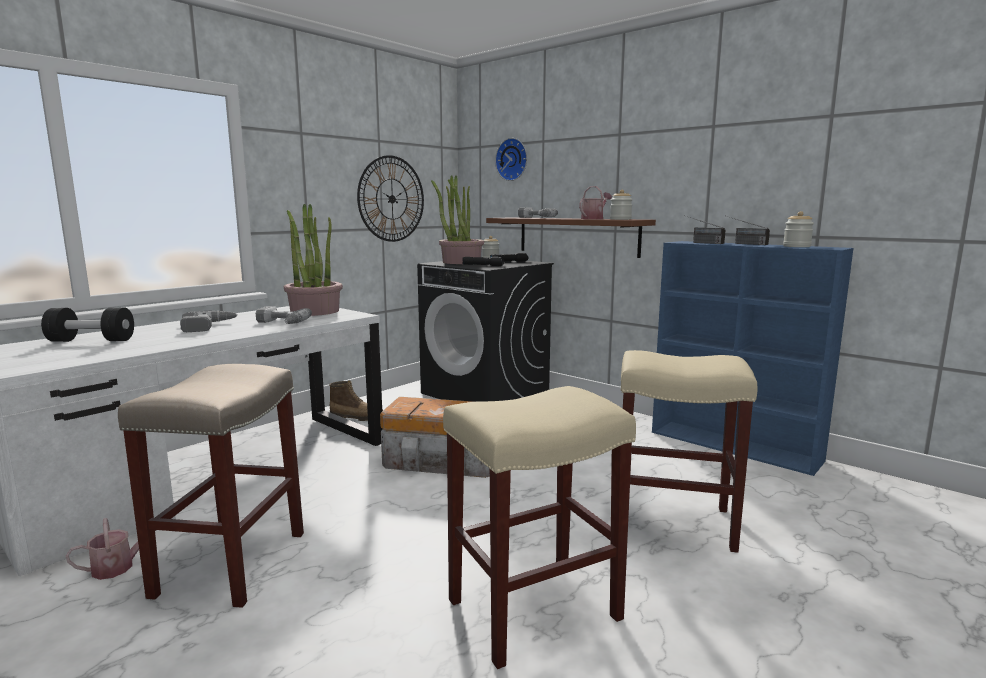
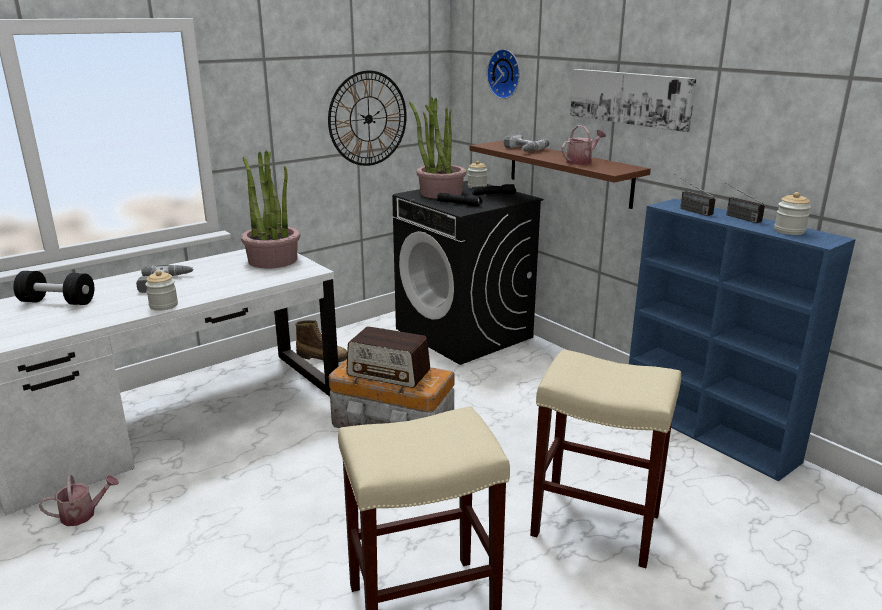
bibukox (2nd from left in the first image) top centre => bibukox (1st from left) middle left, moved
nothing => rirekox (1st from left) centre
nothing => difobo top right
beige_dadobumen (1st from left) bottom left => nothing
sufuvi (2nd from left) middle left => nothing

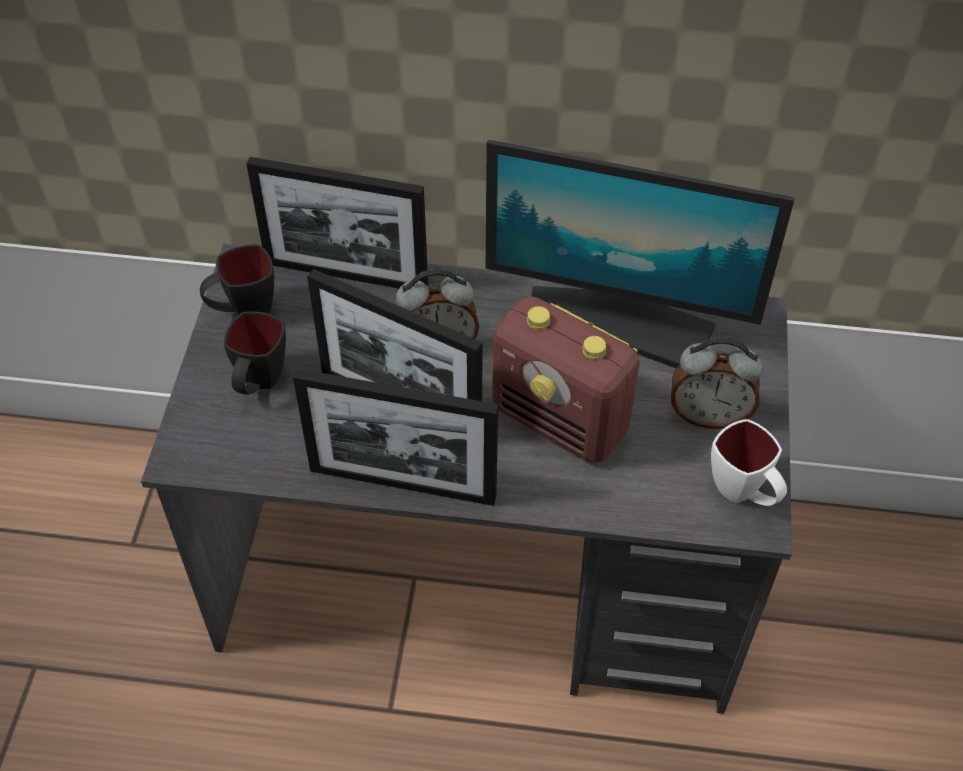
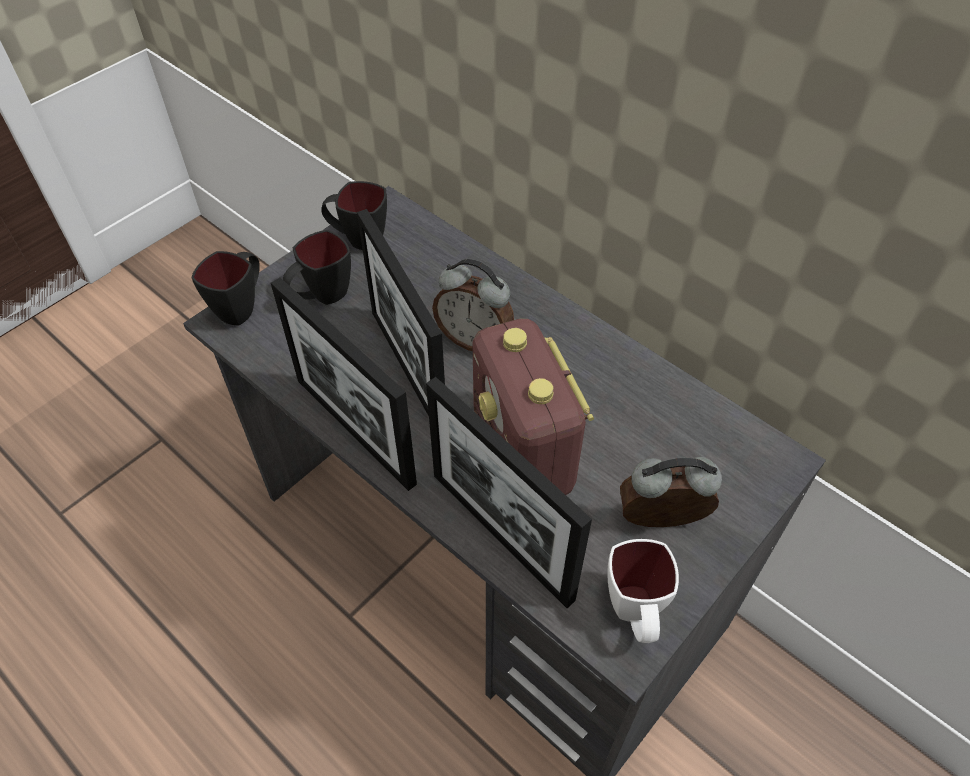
nothing => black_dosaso (1st from left) middle left
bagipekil (1st from left in the first image) top centre => bagipekil (3rd from left) centre, moved
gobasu (2nd from left) middle right, 135 degrees clockwise
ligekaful top centre => nothing

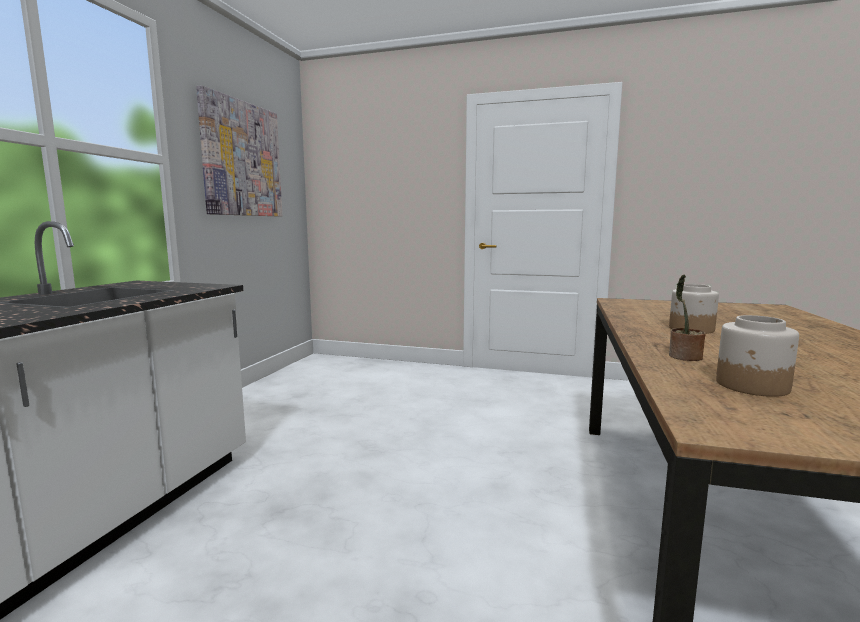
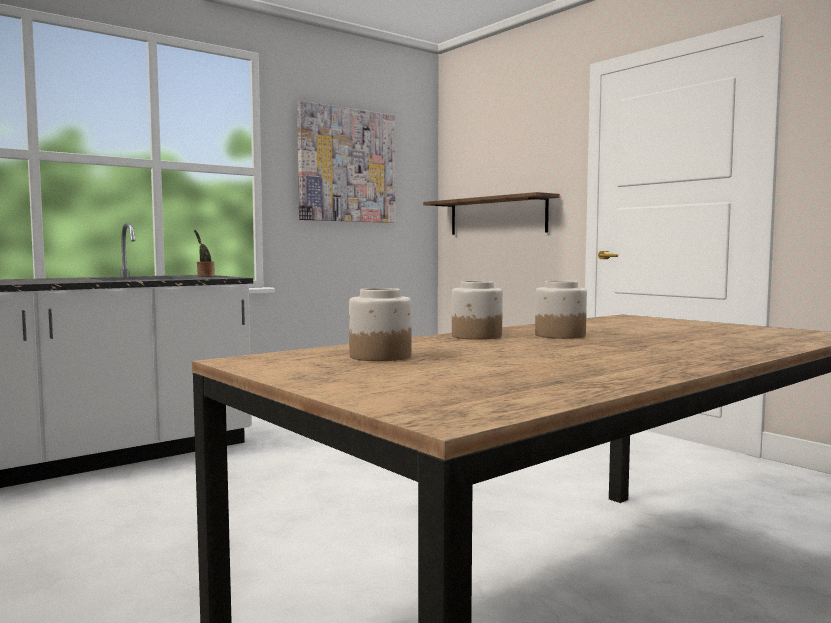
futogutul middle right => futogutul middle left, moved
nothing => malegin centre
nothing => bibukox (2nd from left) centre

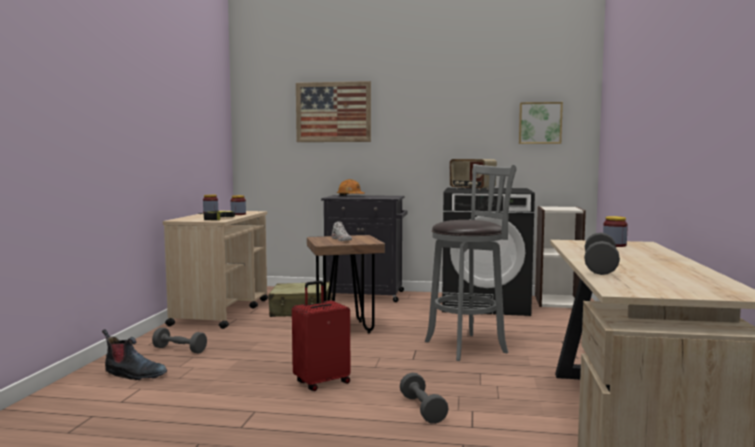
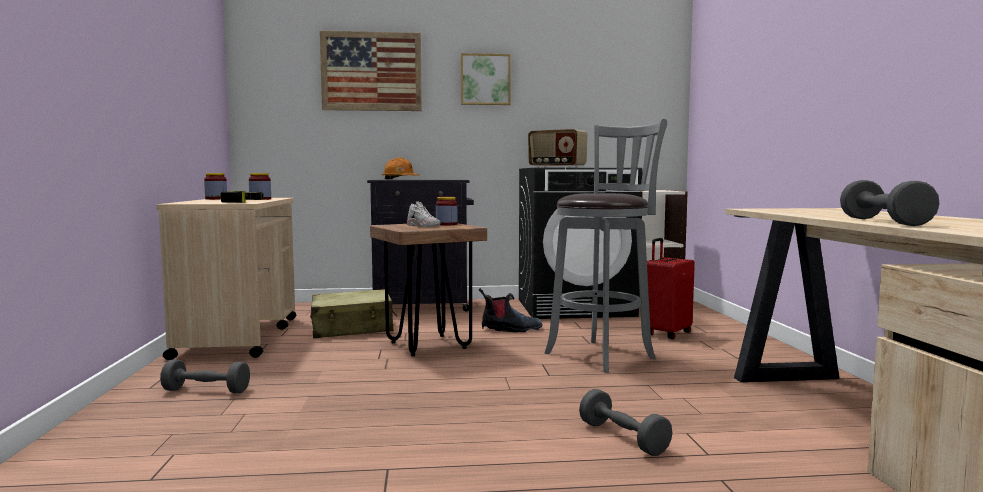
bibukox (3rd from left) middle right => bibukox (3rd from left) centre, moved
difobo (2nd from left) top right => difobo (2nd from left) top centre, moved
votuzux bottom left => votuzux centre, moved
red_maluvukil bottom centre => red_maluvukil middle right, moved

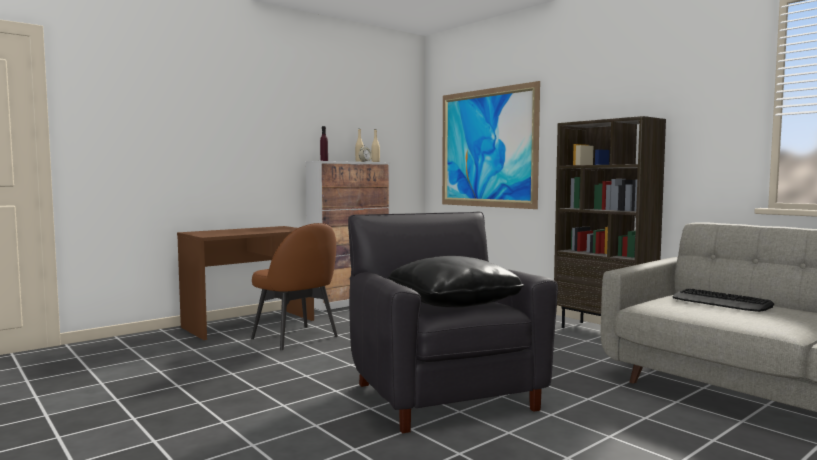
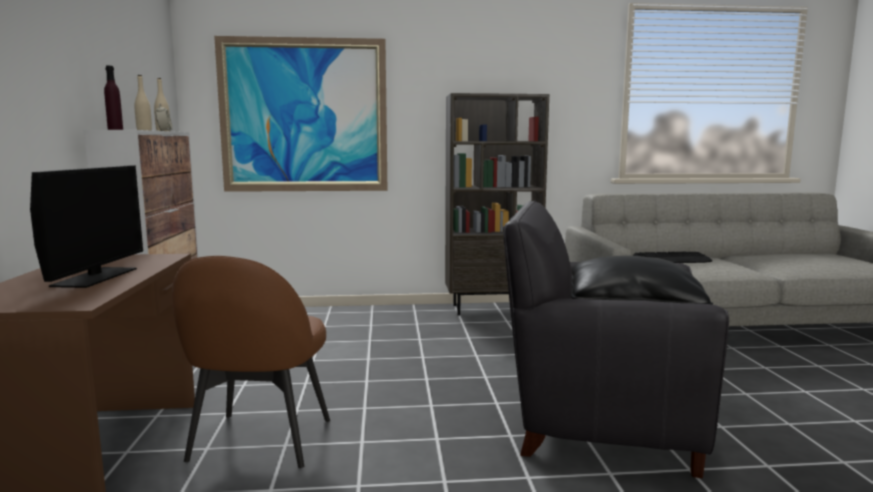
nothing => ligekaful middle left
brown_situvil centre => brown_situvil bottom left, 105 degrees clockwise

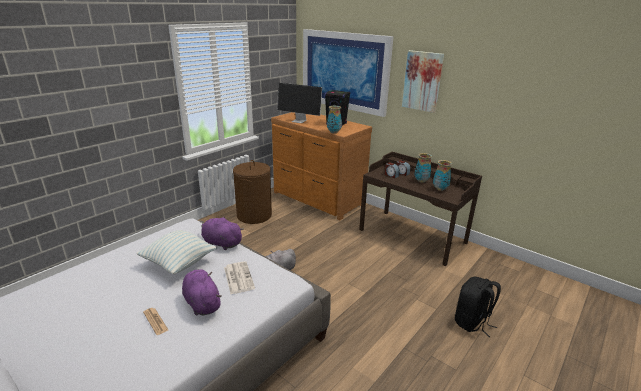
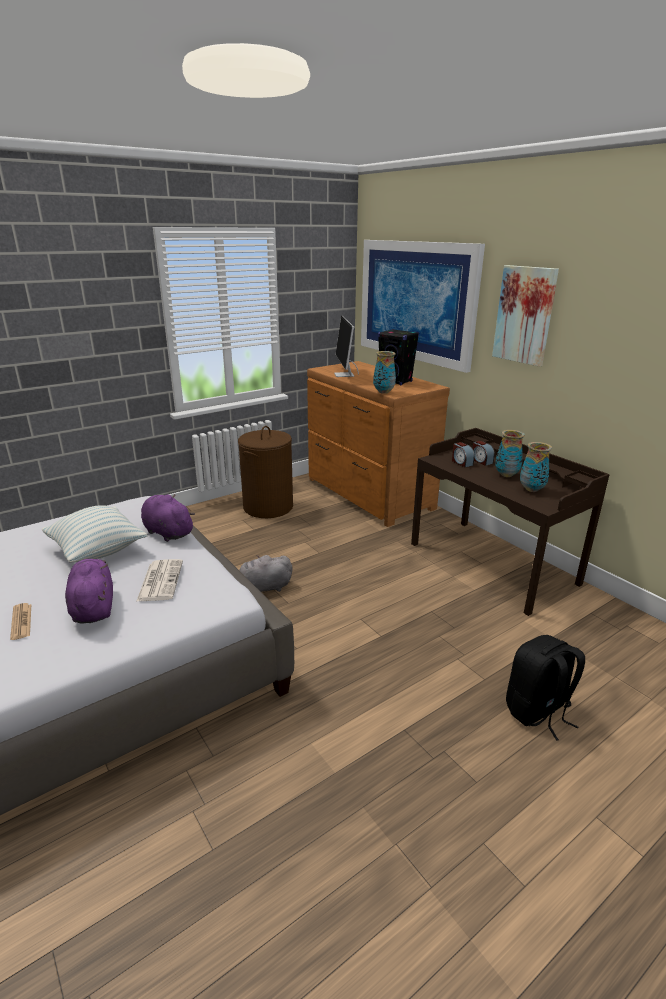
ligekaful top centre => ligekaful centre, 45 degrees clockwise

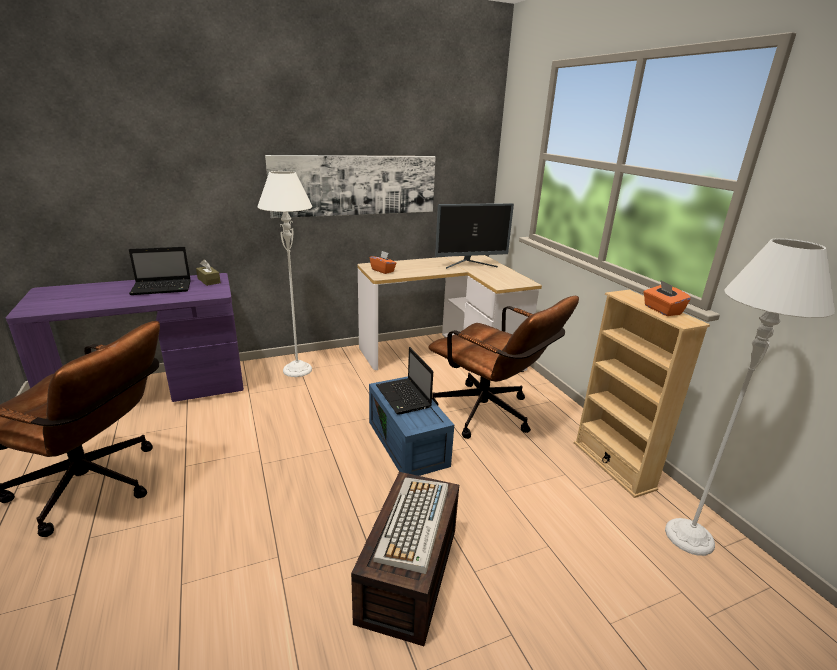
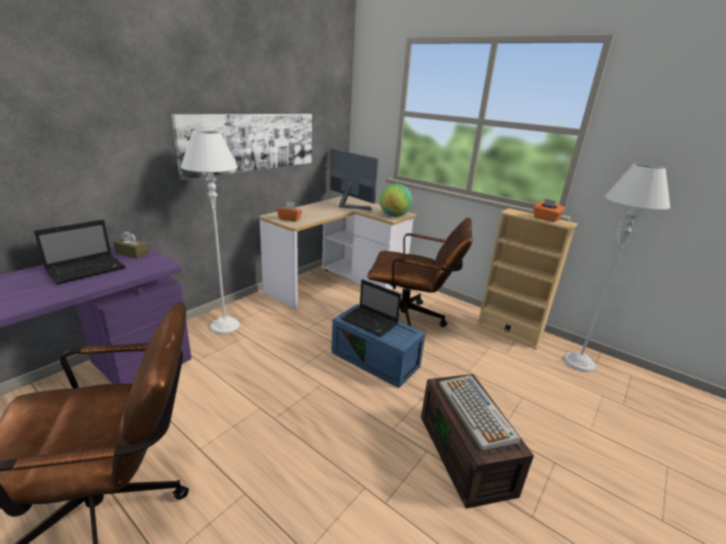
ligekaful centre => ligekaful top centre, 90 degrees counterclockwise
nothing => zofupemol centre

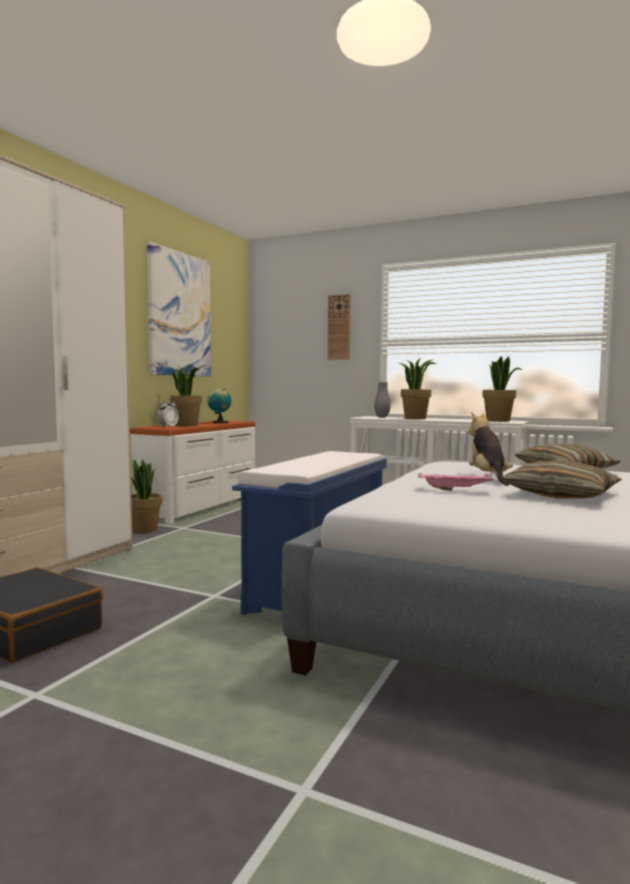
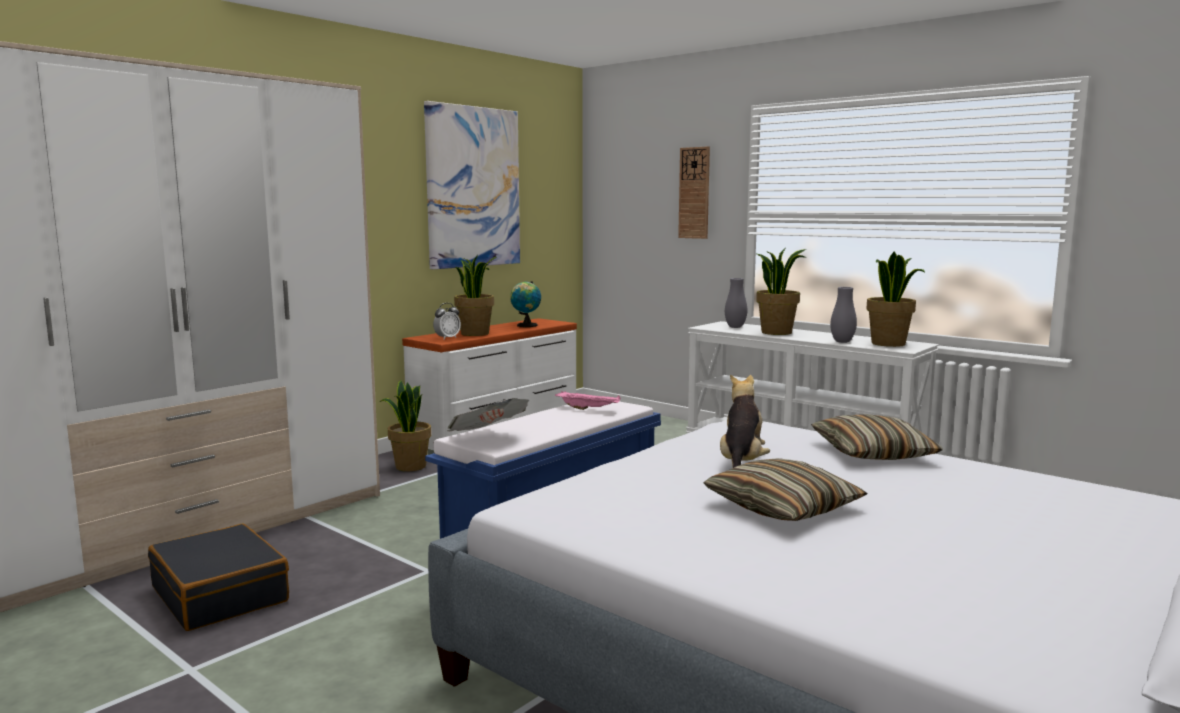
nothing => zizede centre
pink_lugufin middle right => pink_lugufin centre, moved
nothing => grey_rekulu (2nd from left) middle right

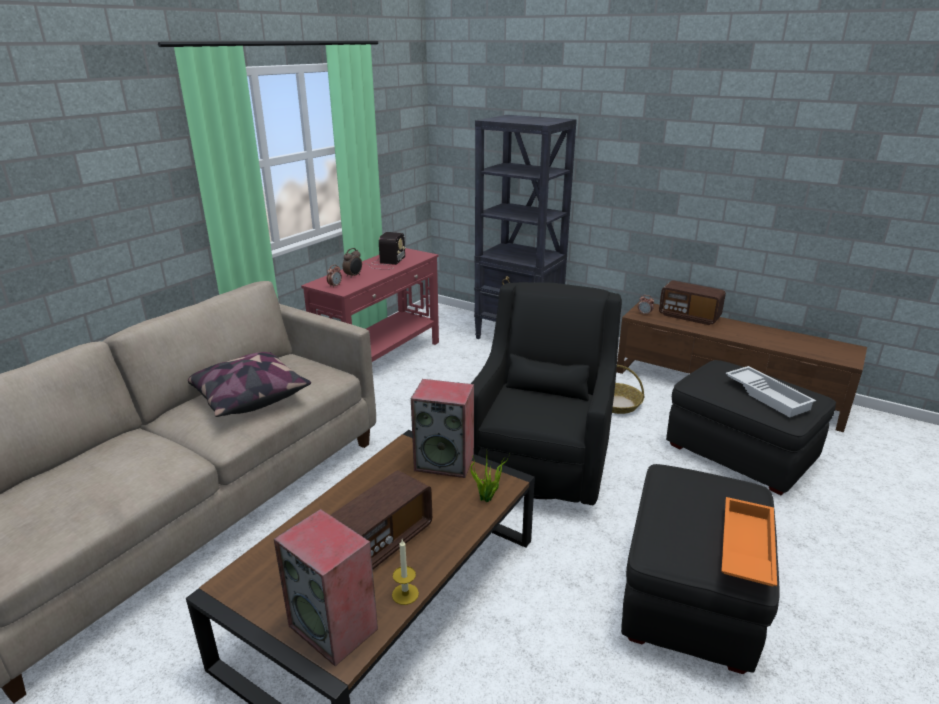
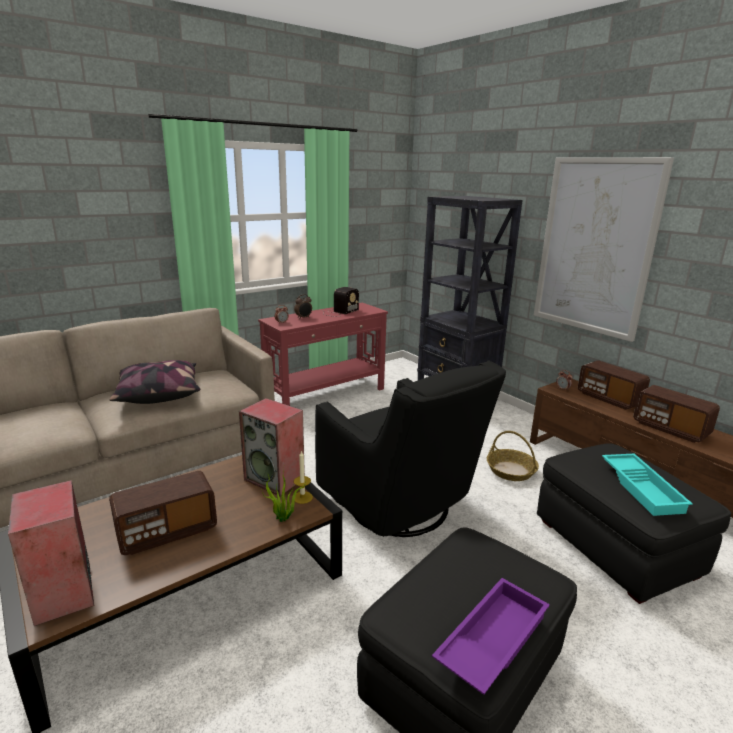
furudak bottom centre => furudak centre, moved
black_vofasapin centre, 105 degrees clockwise
orange_lugufin bottom right => purple_lugufin bottom right
nothing => difobo middle right
white_lugufin middle right => turquoise_lugufin middle right
nothing => rirekox (4th from left) middle right

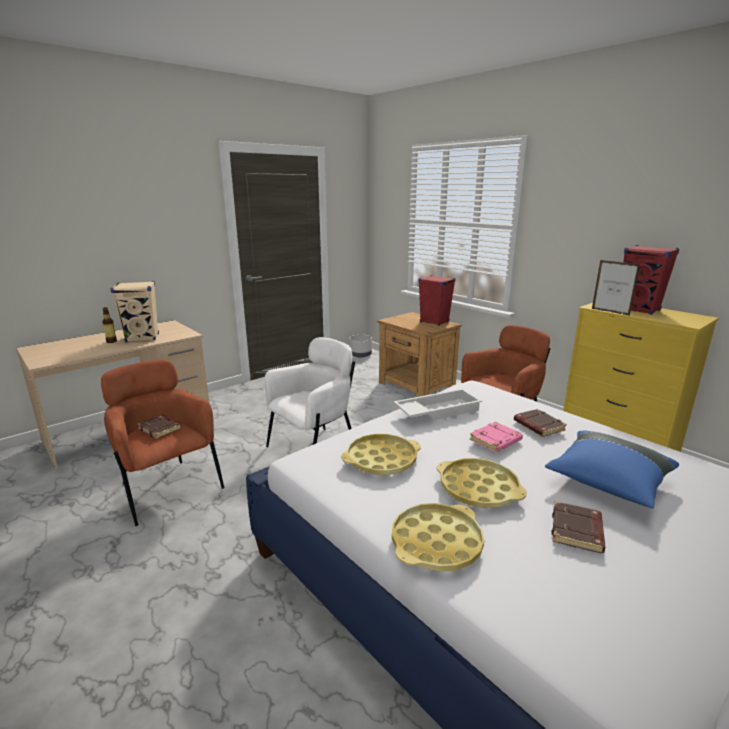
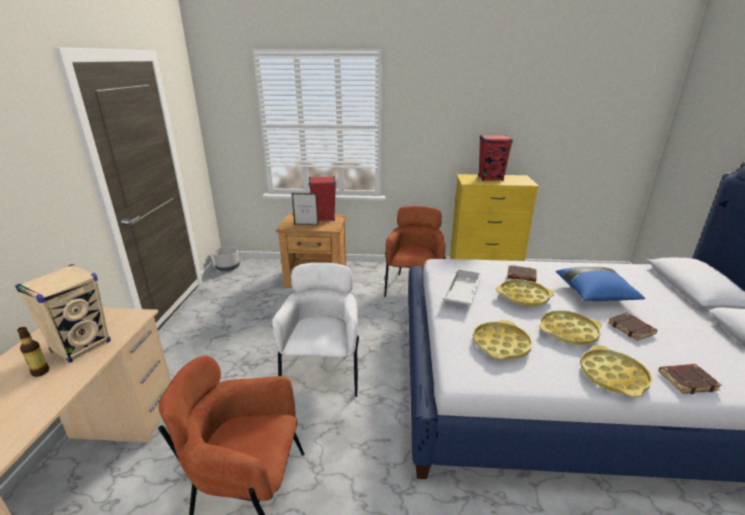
bagipekil middle right => bagipekil centre, moved
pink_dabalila middle right => yellow_lugufin (2nd from left) middle right
brown_dabalila (1st from left in the first image) middle left => brown_dabalila (3rd from left) bottom right, moved

